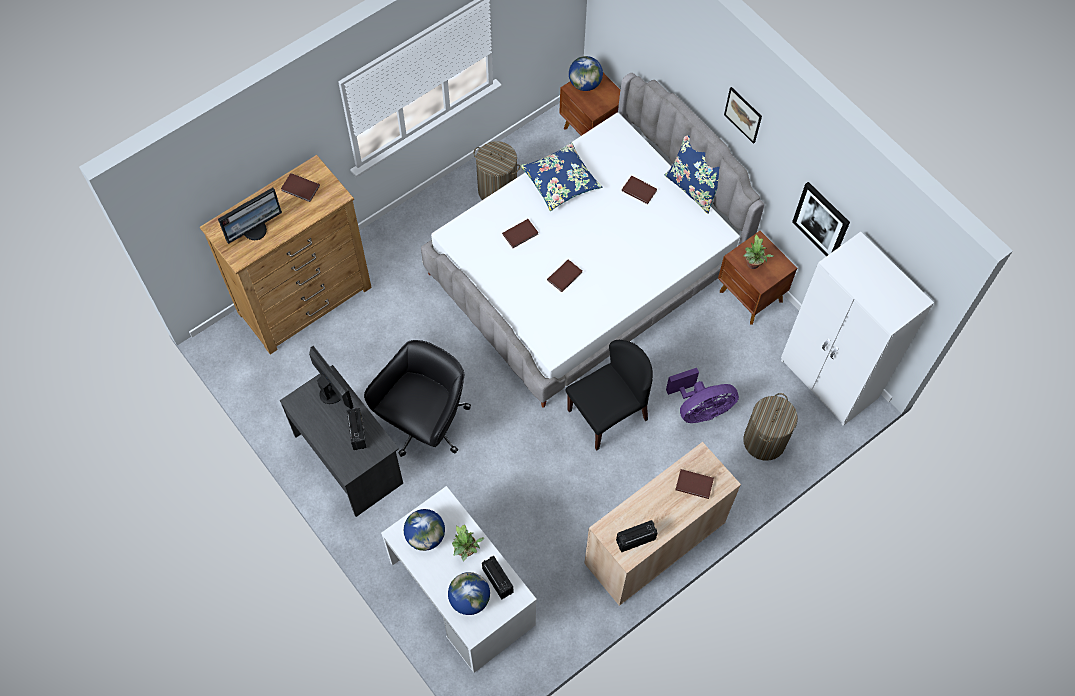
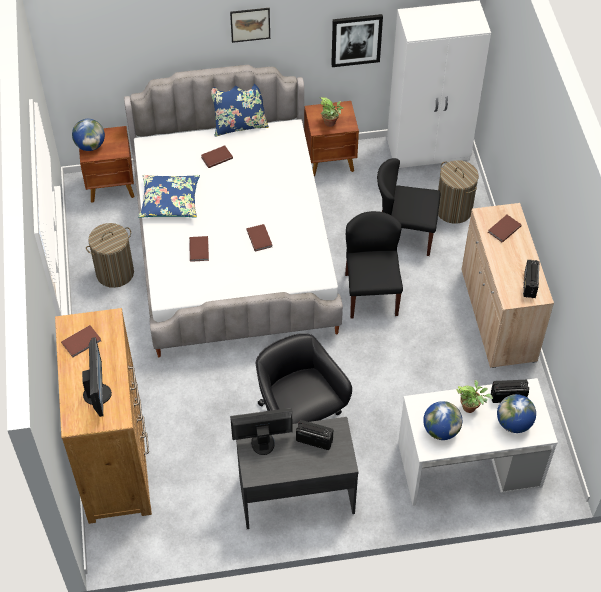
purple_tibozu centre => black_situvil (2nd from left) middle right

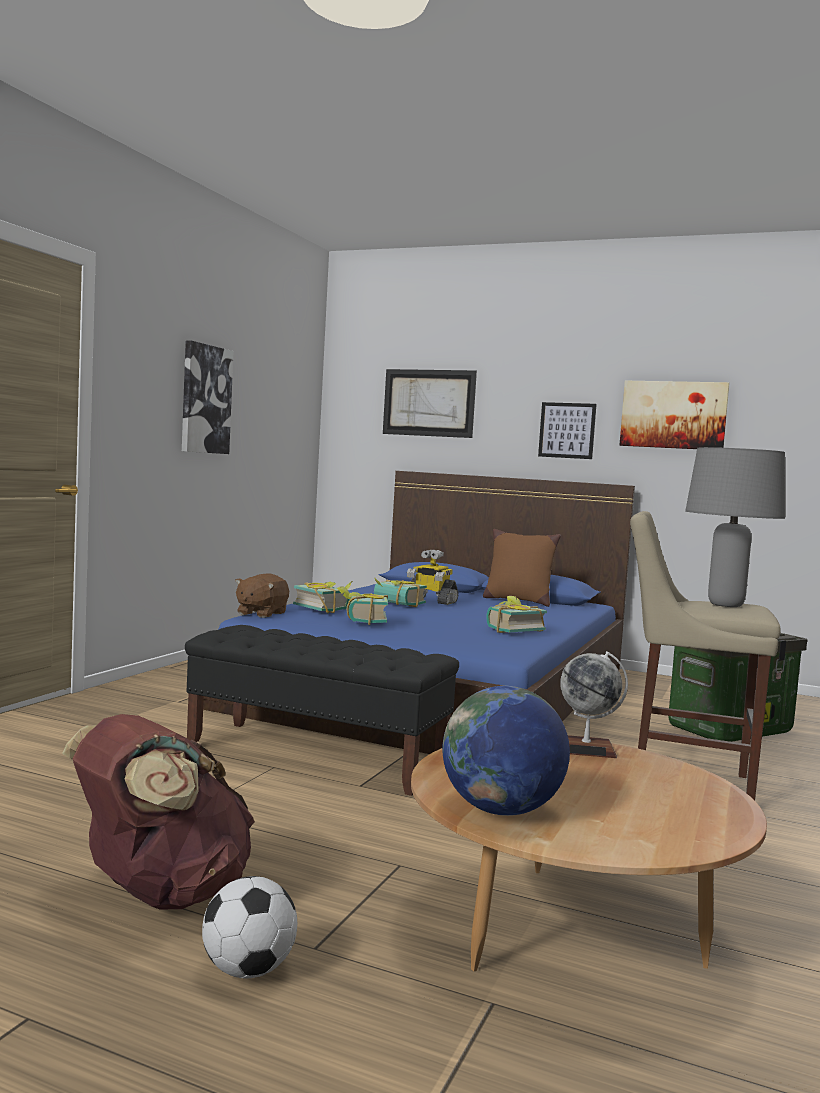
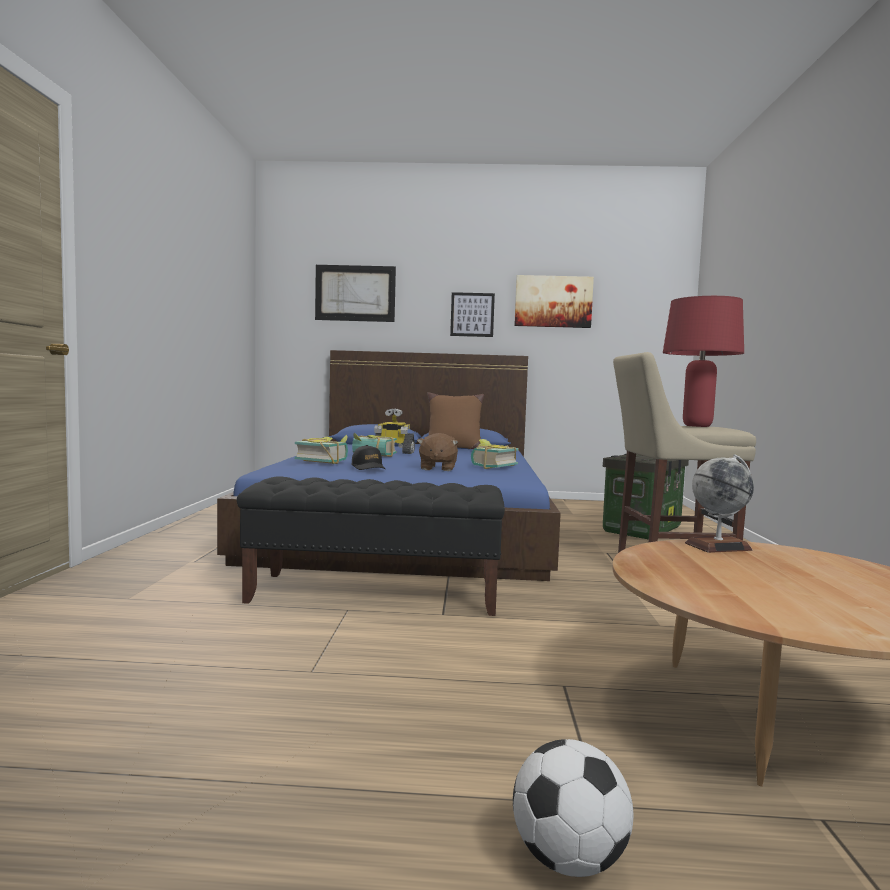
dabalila (2nd from left) centre => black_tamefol centre
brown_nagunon middle left => brown_nagunon centre, moved
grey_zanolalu middle right => red_zanolalu middle right
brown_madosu bottom left => nothing
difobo (1st from left) middle left => nothing
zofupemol (1st from left) bottom centre => nothing

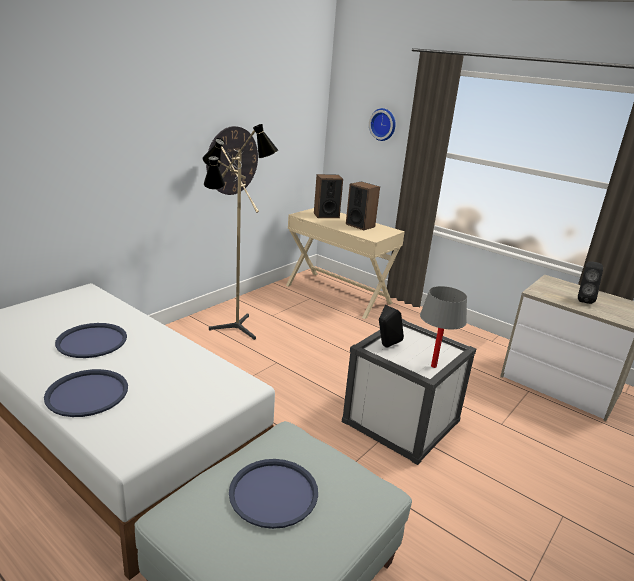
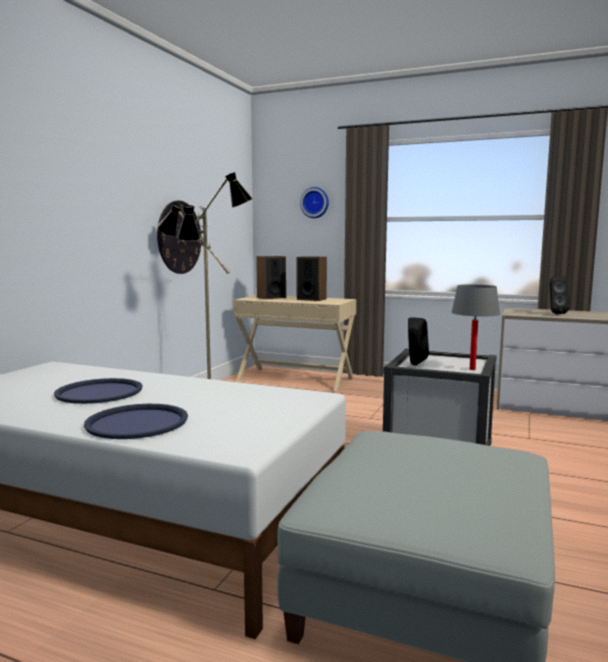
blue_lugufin (3rd from left) bottom centre => nothing

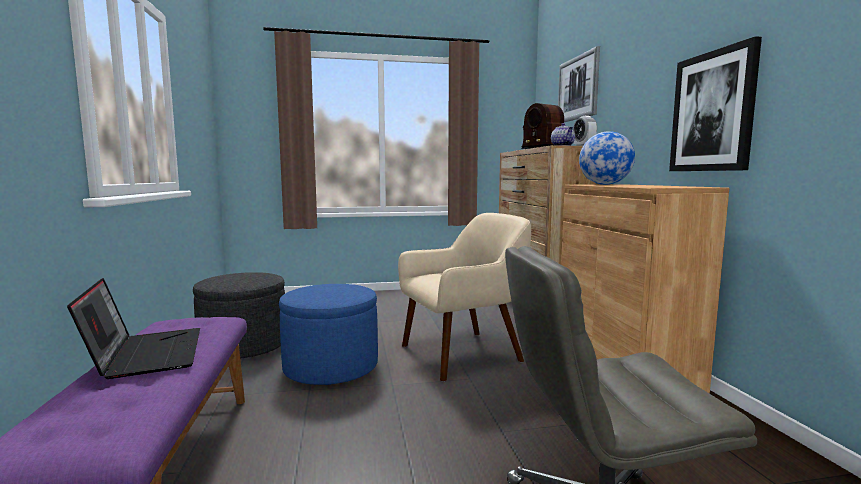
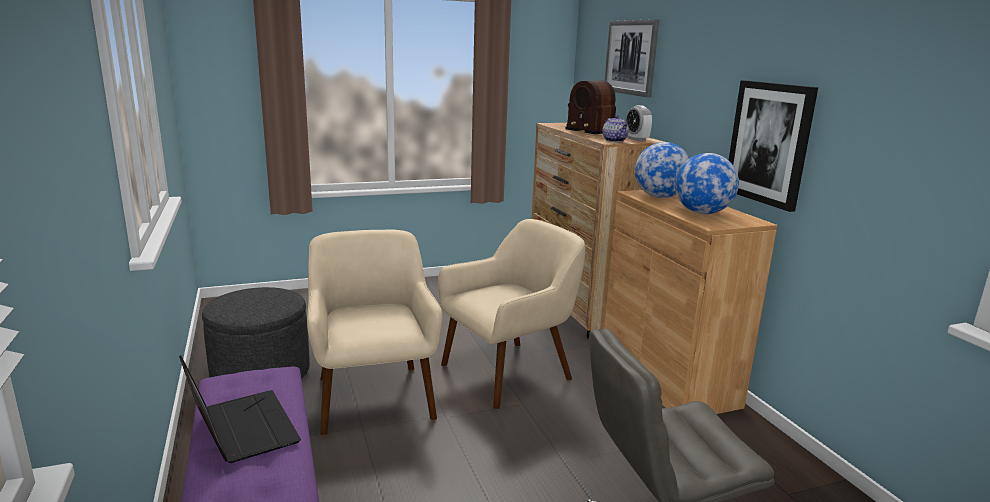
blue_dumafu bottom centre => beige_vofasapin (1st from left) centre
nothing => zofupemol (2nd from left) middle right

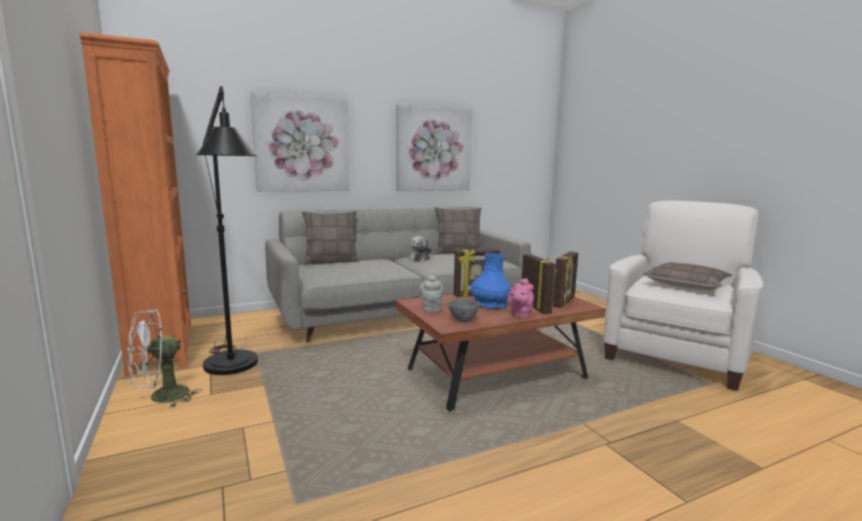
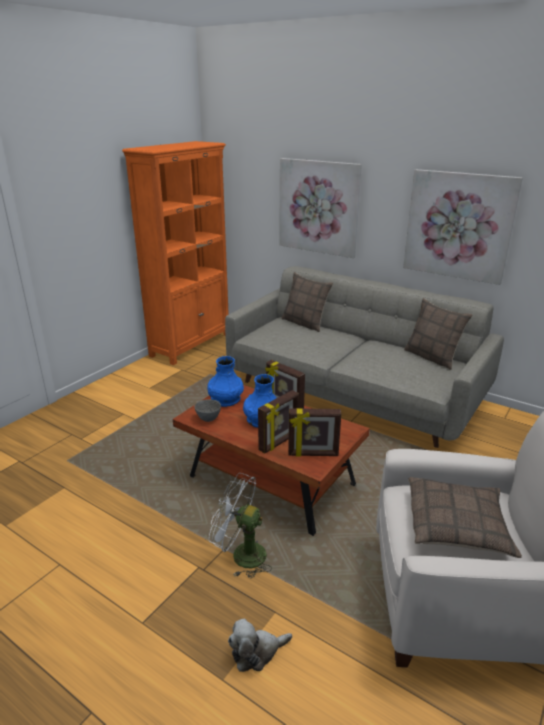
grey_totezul centre => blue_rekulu (1st from left) centre
white_tibozu bottom left => white_tibozu bottom centre, moved
nagunon centre => nagunon bottom centre, moved
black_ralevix middle left => nothing
pink_totezul centre => nothing

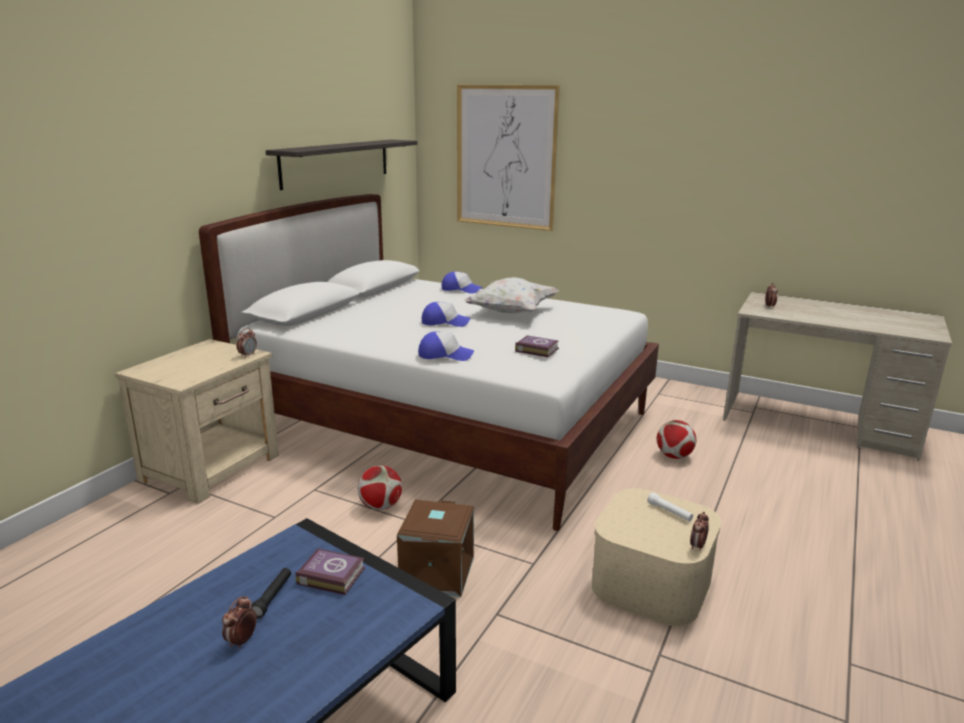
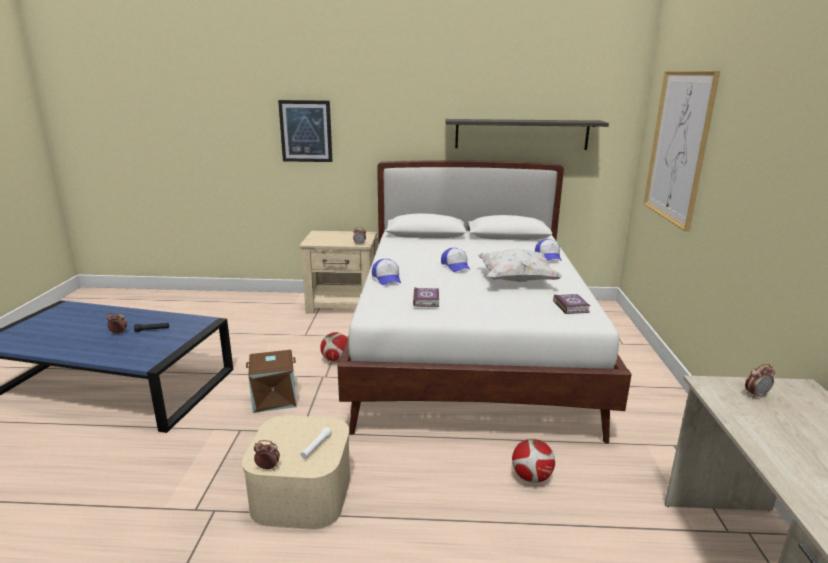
nothing => difobo (1st from left) top centre
dabalila (1st from left in the first image) bottom centre => dabalila (2nd from left) middle right, moved

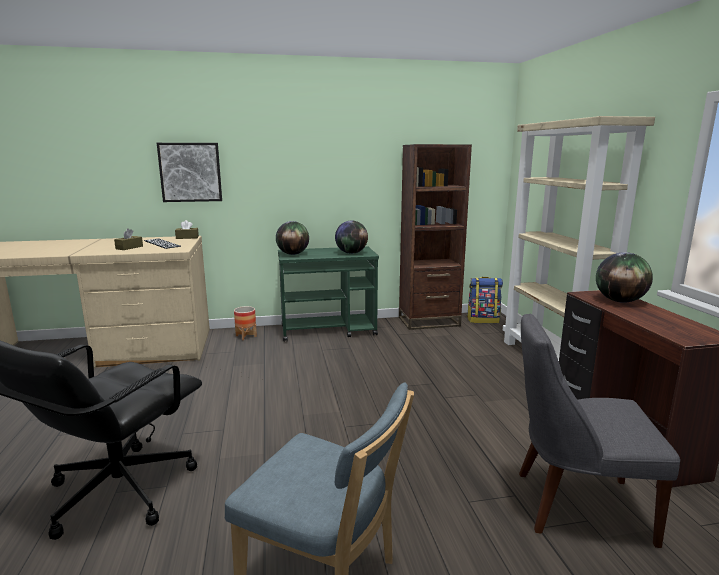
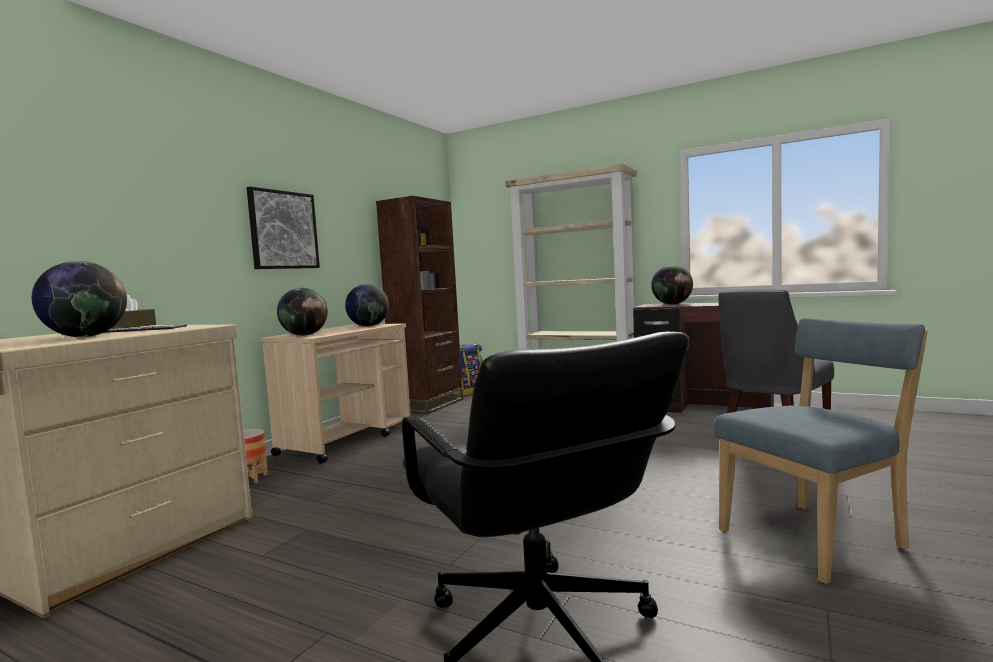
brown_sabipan (1st from left) middle left => zofupemol (1st from left) middle left
difobo top left => difobo middle left, moved
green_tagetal centre => beige_tagetal centre

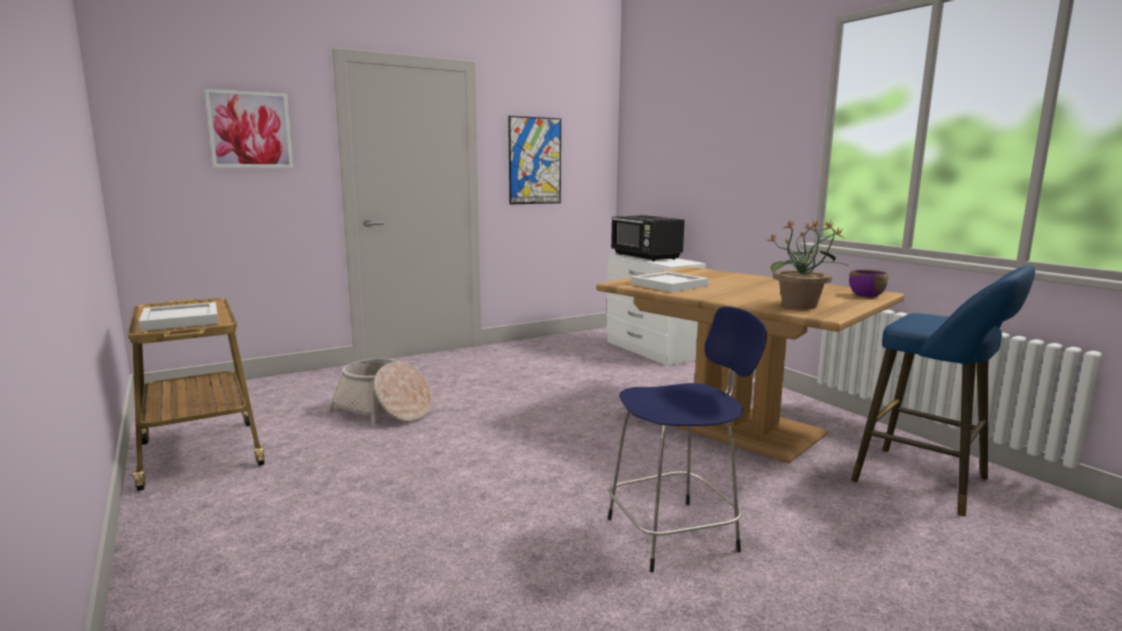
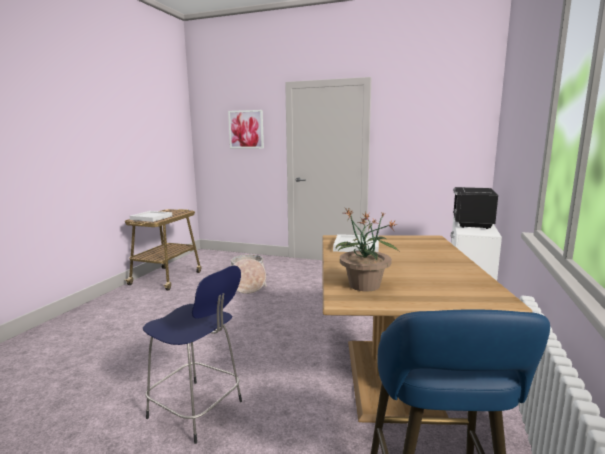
difobo (2nd from left) top centre => nothing
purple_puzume middle right => nothing

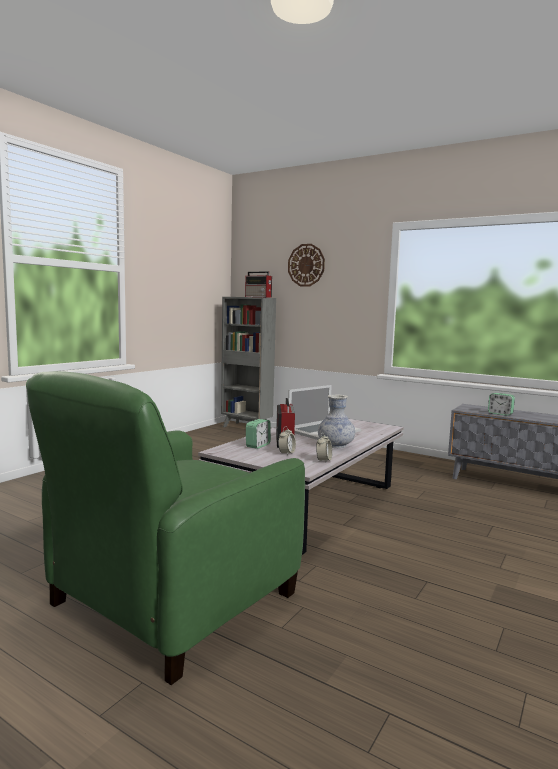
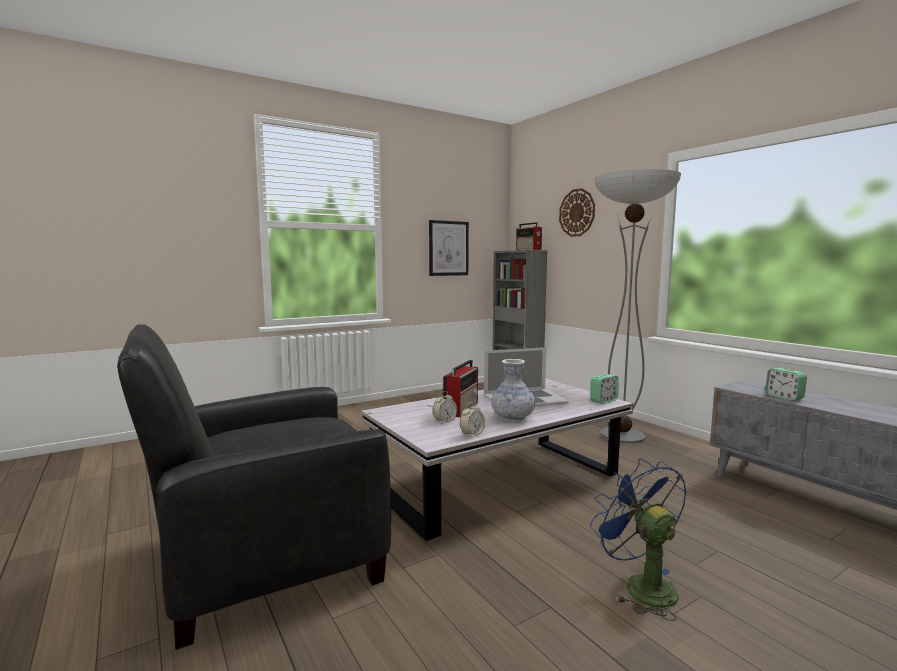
green_vofasapin bottom left => black_vofasapin bottom left
nothing => difobo centre
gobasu (1st from left in the first image) centre => gobasu (3rd from left) middle right, moved
nothing => blue_tibozu bottom right
nothing => ralevix middle right

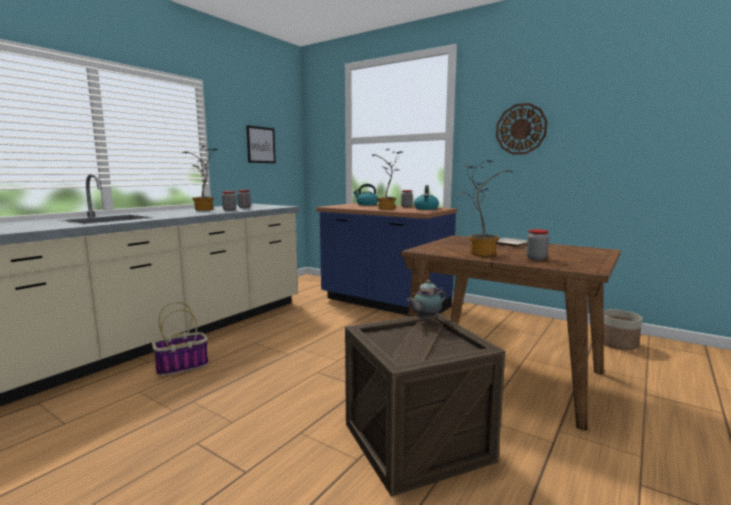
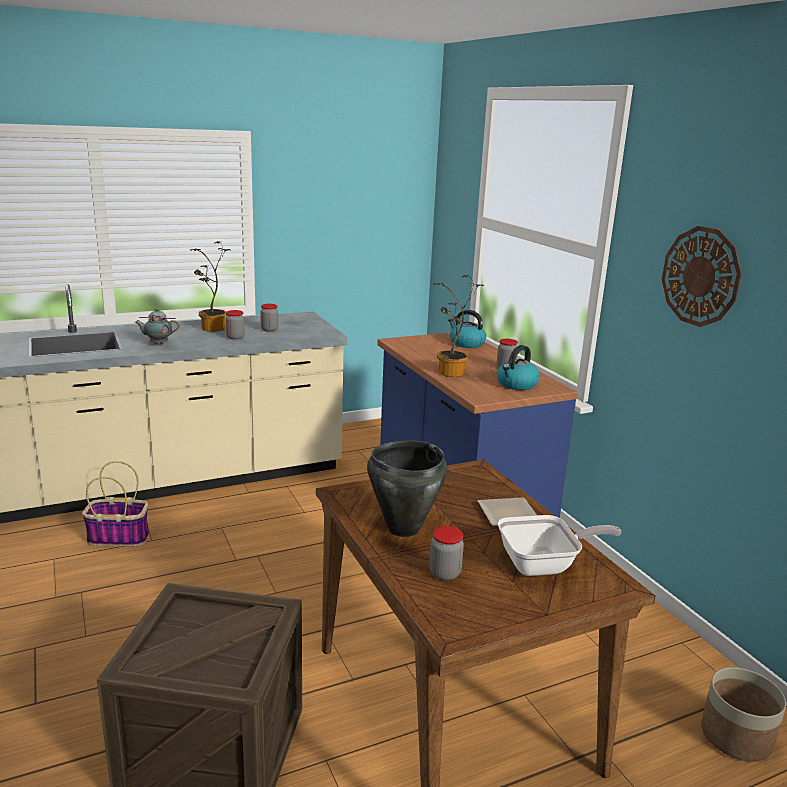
totezul centre => totezul middle left, moved
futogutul (3rd from left) centre => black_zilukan centre
nothing => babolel bottom right
difobo top centre => nothing

